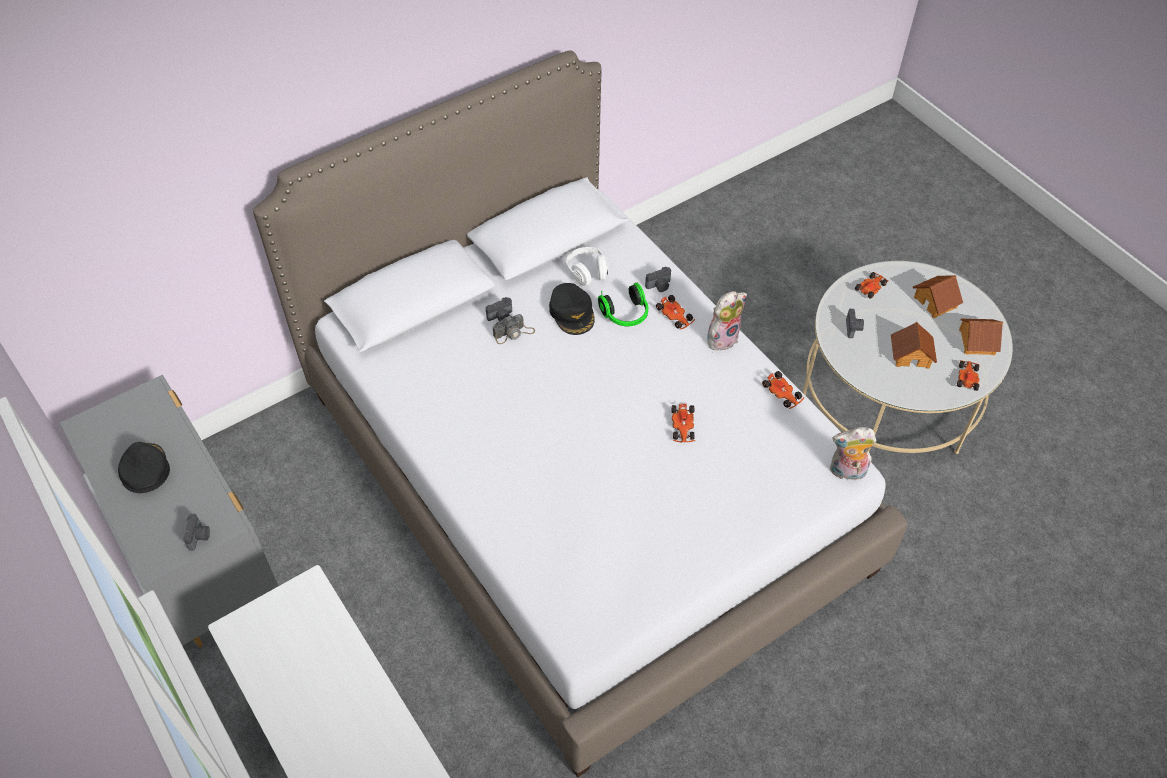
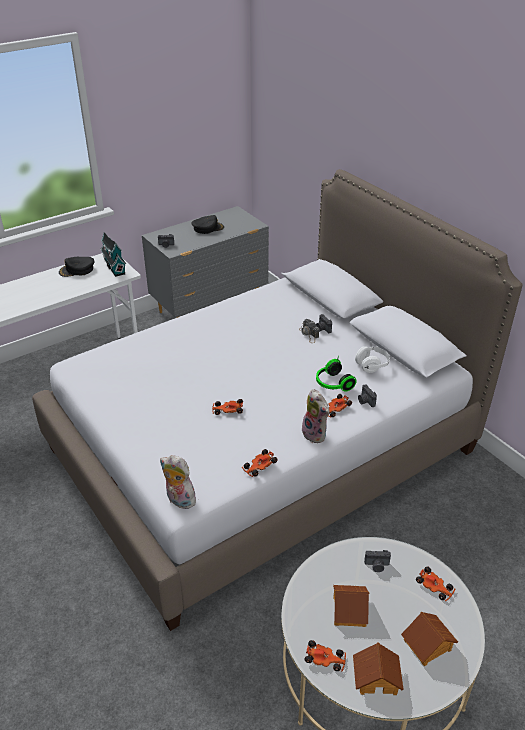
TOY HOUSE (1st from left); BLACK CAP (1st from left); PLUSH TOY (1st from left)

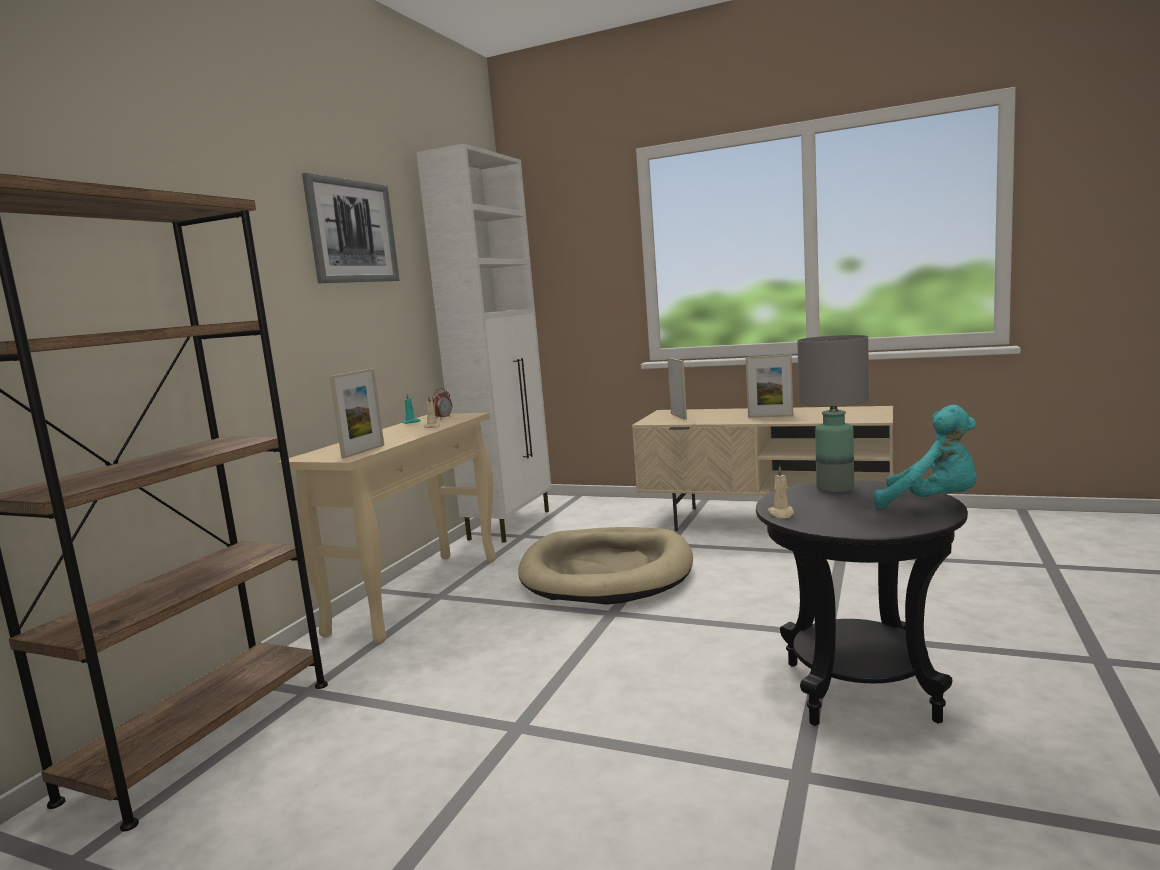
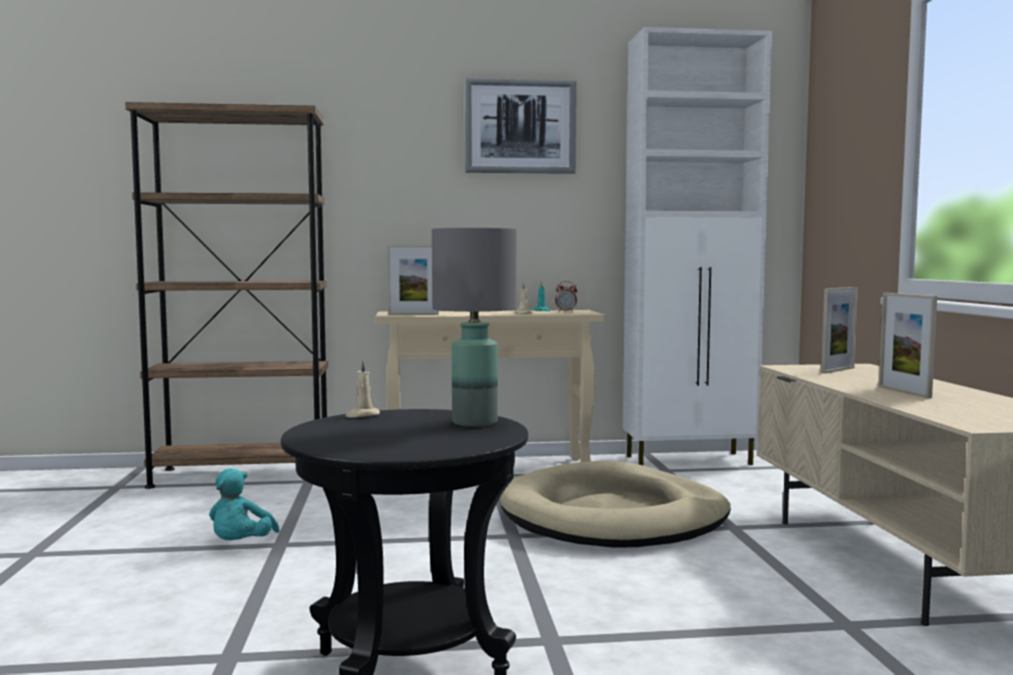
TURQUOISE PLUSH TOY

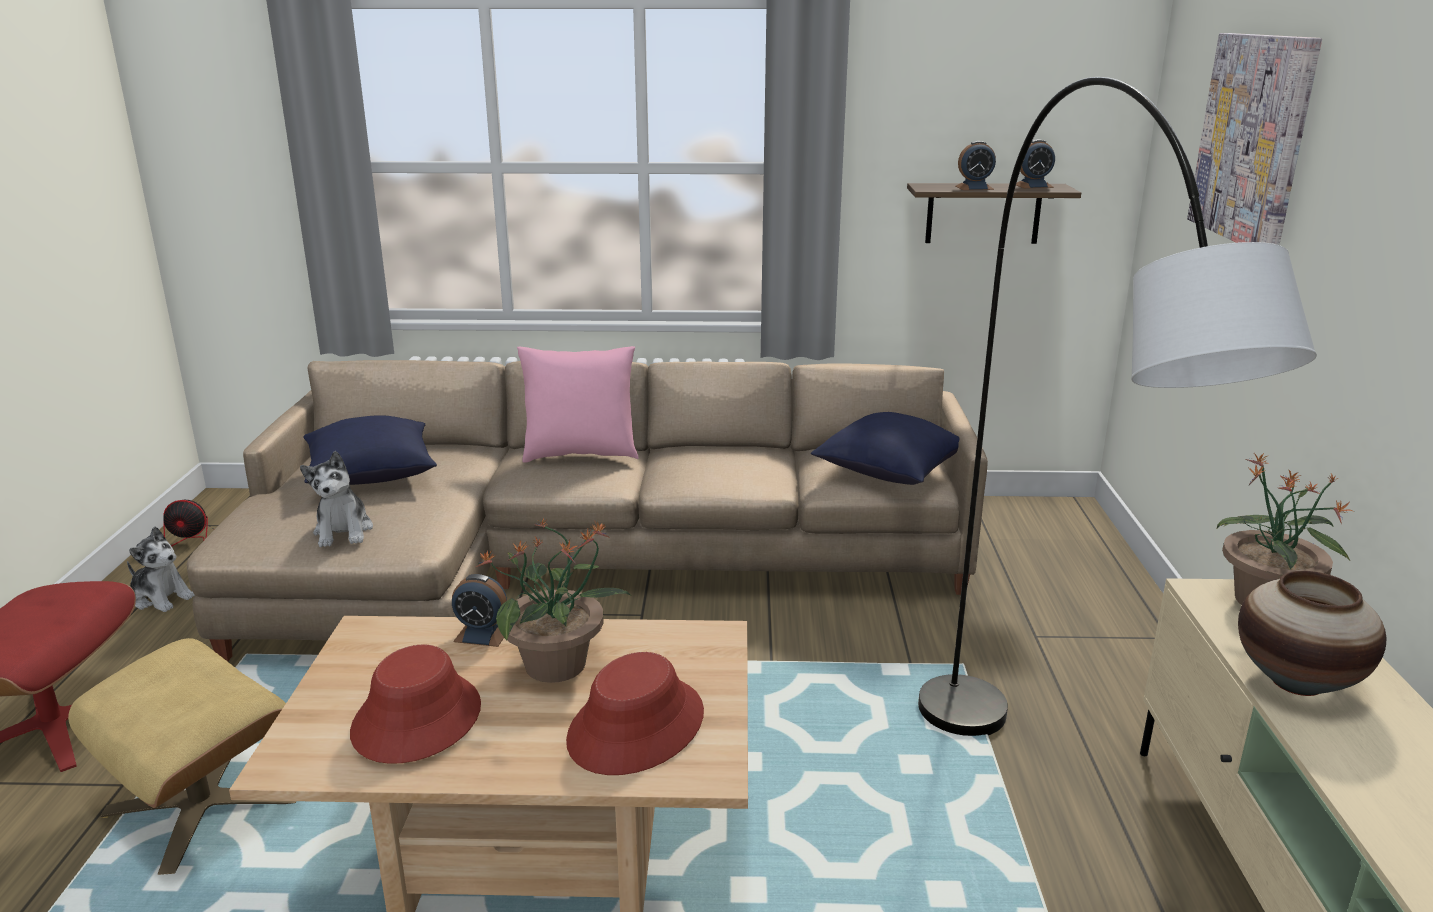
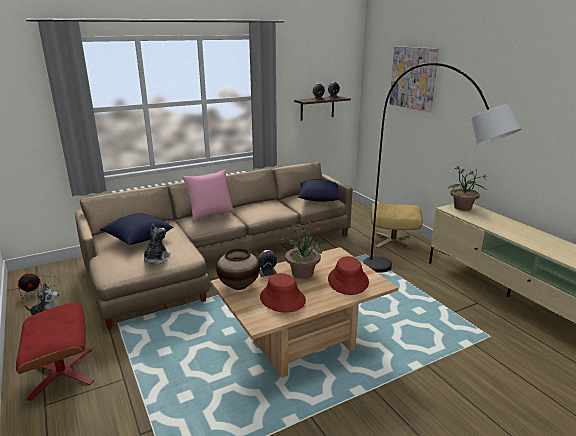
BEIGE OTTOMAN; VASE; PLUSH TOY (2nd from left)

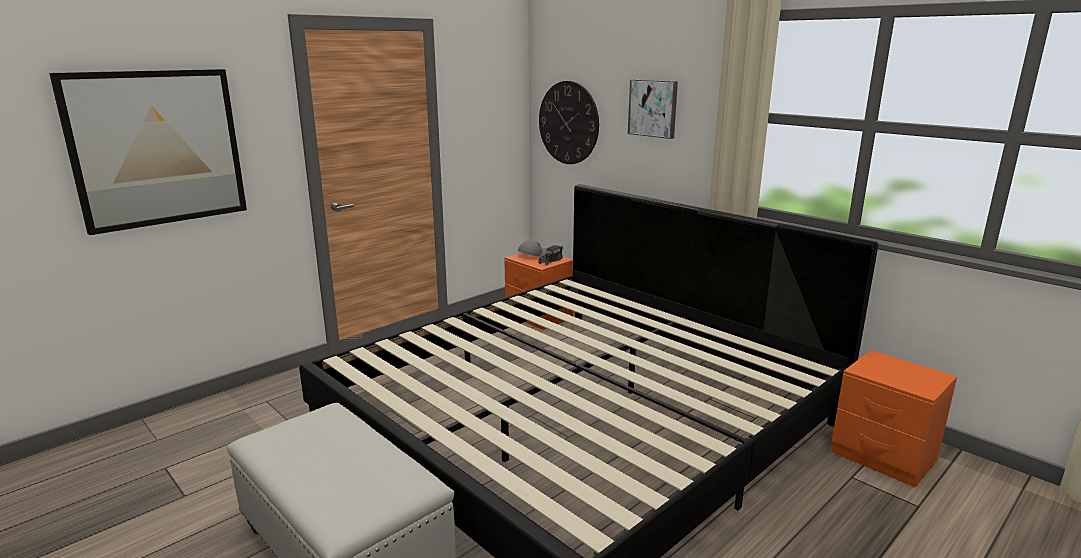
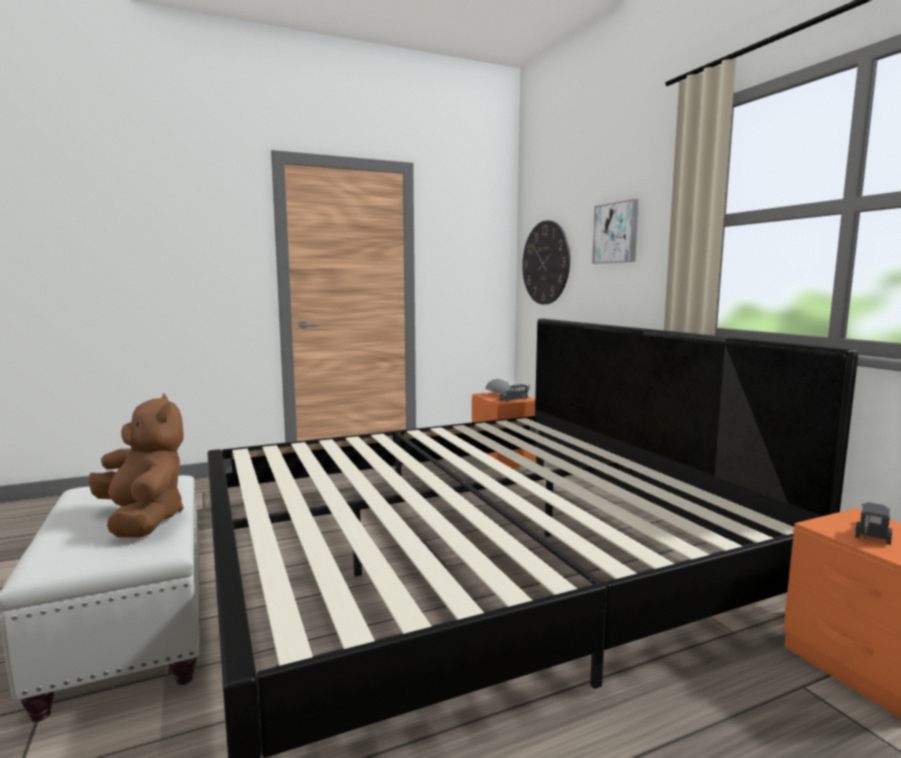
PICTURE (1st from left in the first image); BROWN PLUSH TOY; TOY TRUCK (2nd from left)

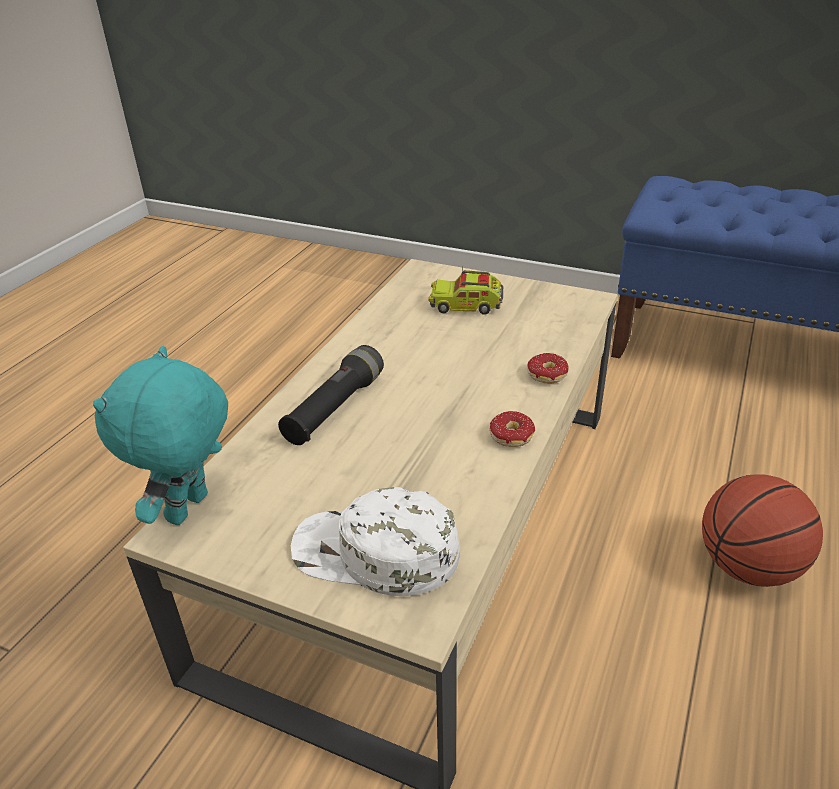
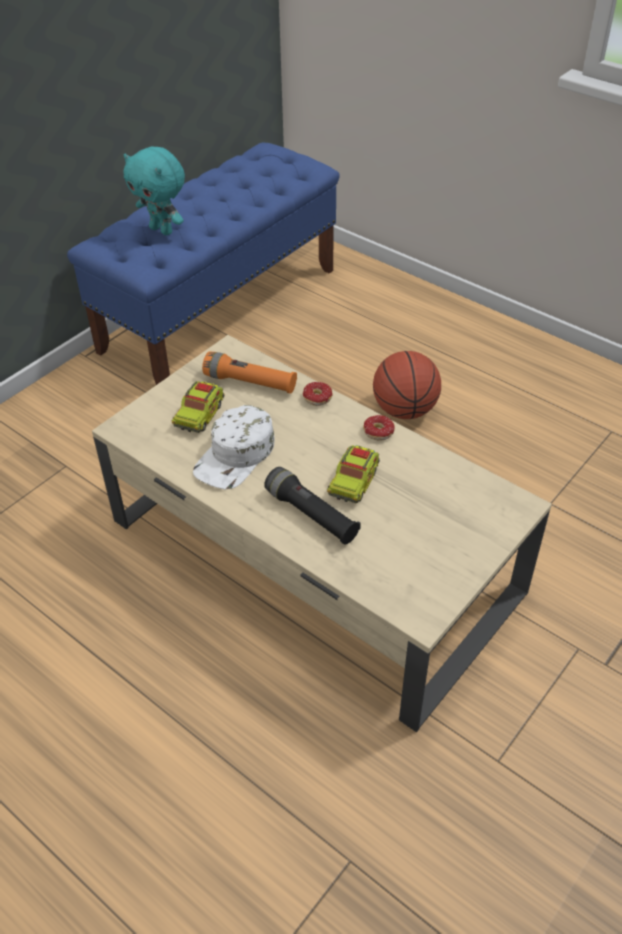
ORANGE FLASHLIGHT; TOY TRUCK (2nd from left); TURQUOISE PLUSH TOY; WHITE CAP

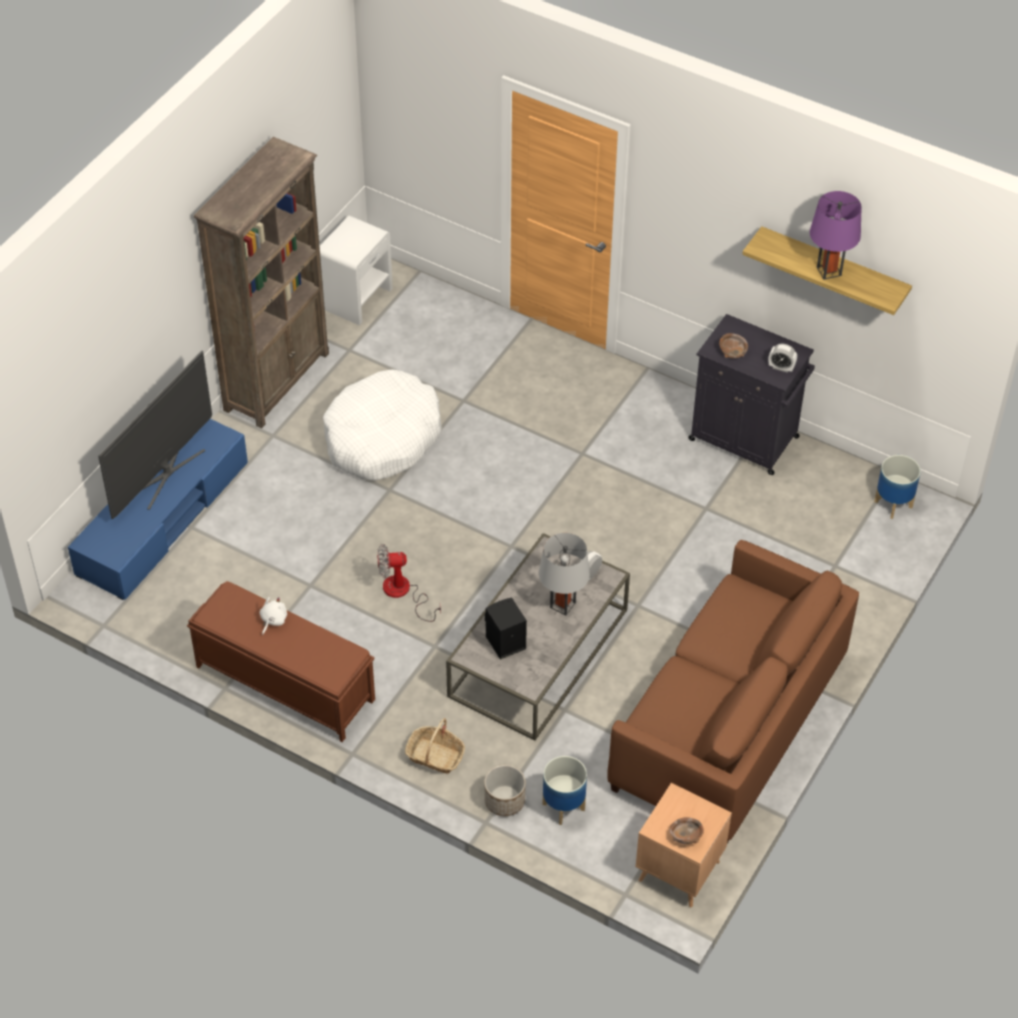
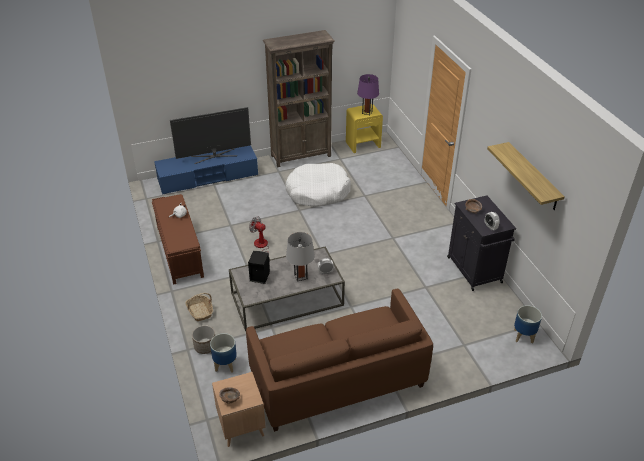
PURPLE TABLE LAMP; YELLOW NIGHTSTAND

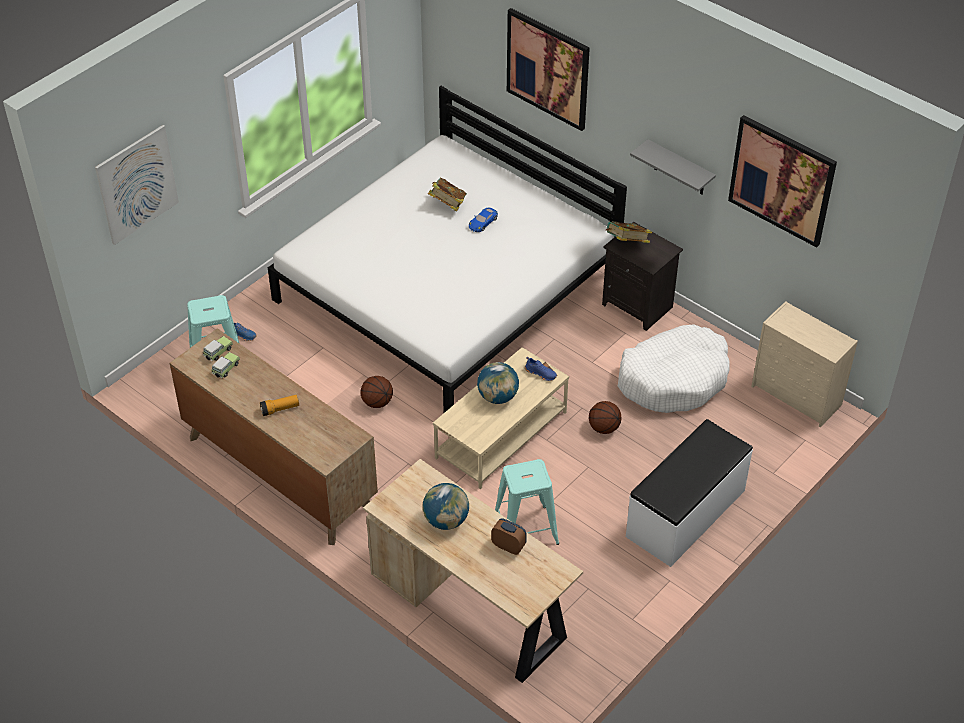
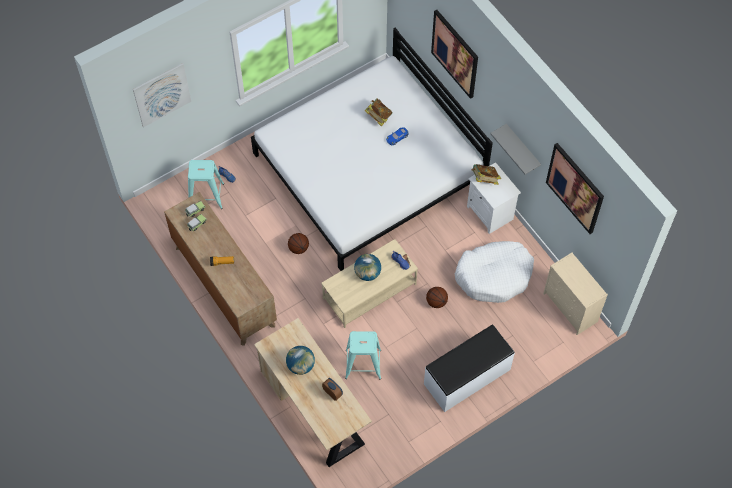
WHITE NIGHTSTAND

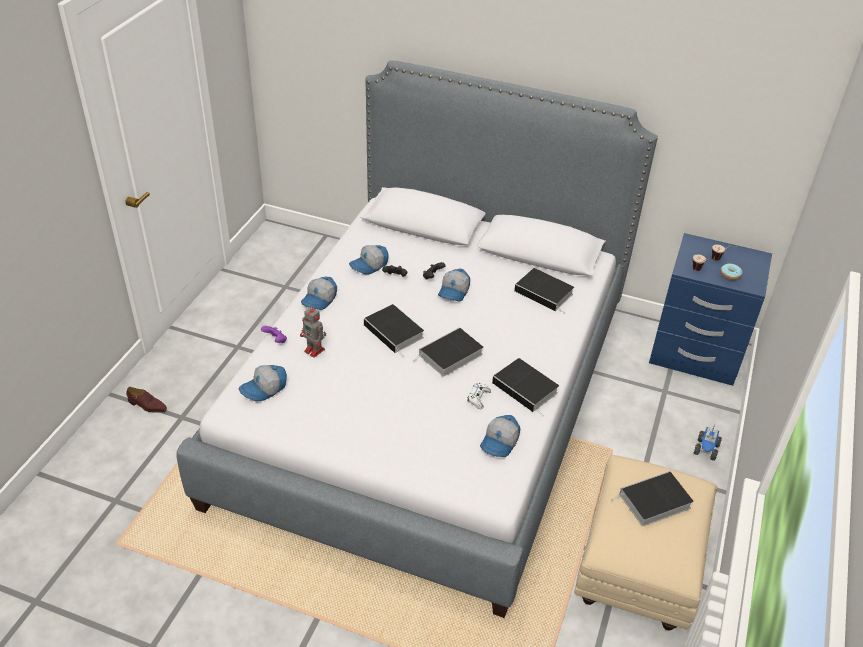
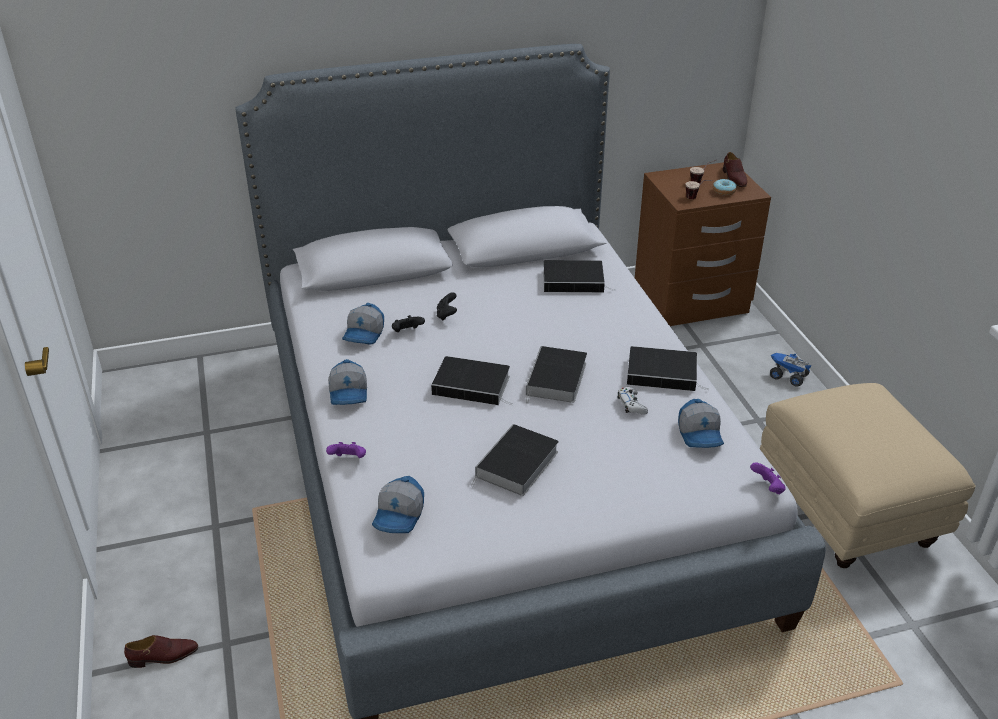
TOY ROBOT; CAP (4th from left in the first image); BROWN SHOE (2nd from left); PURPLE GAME CONTROLLER (2nd from left); BOOK (2nd from left); BROWN NIGHTSTAND; TOY TRUCK

